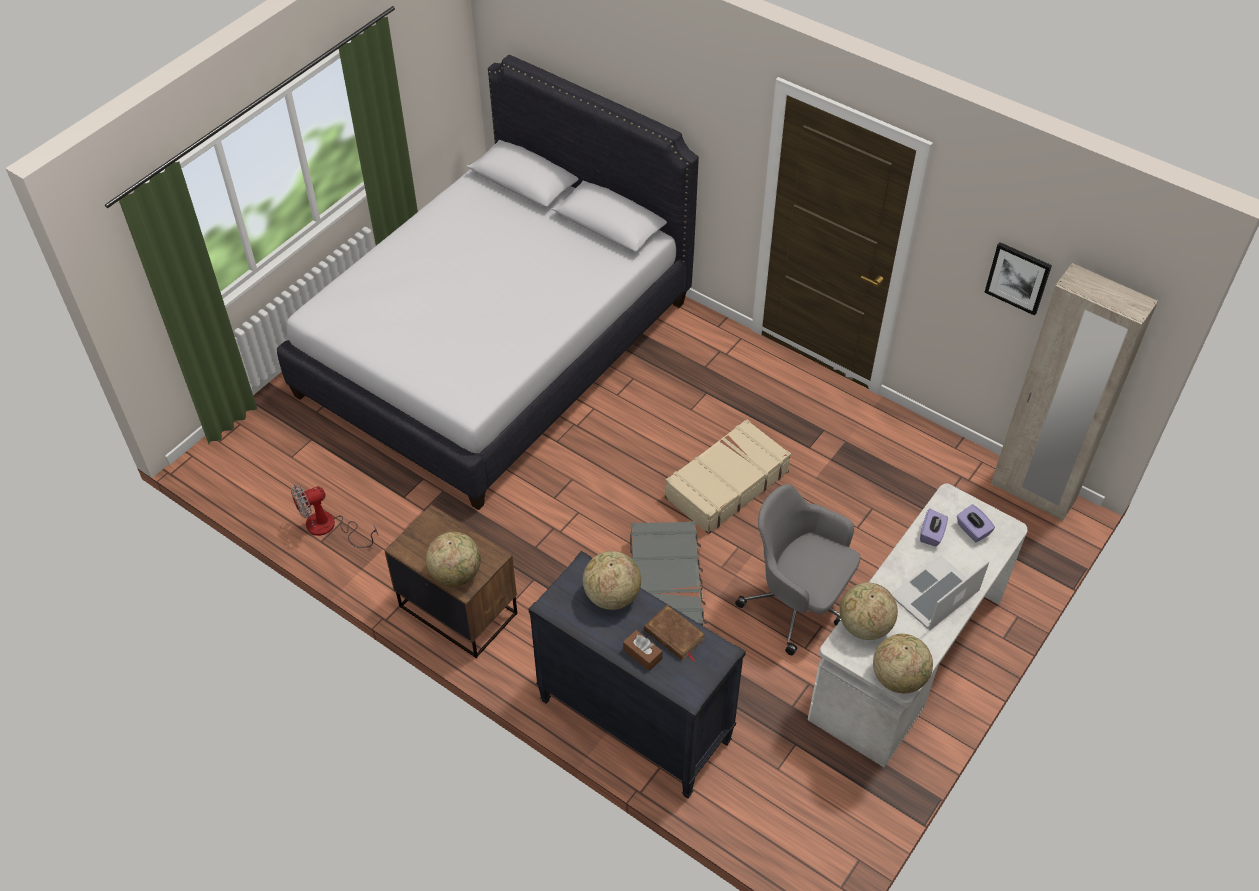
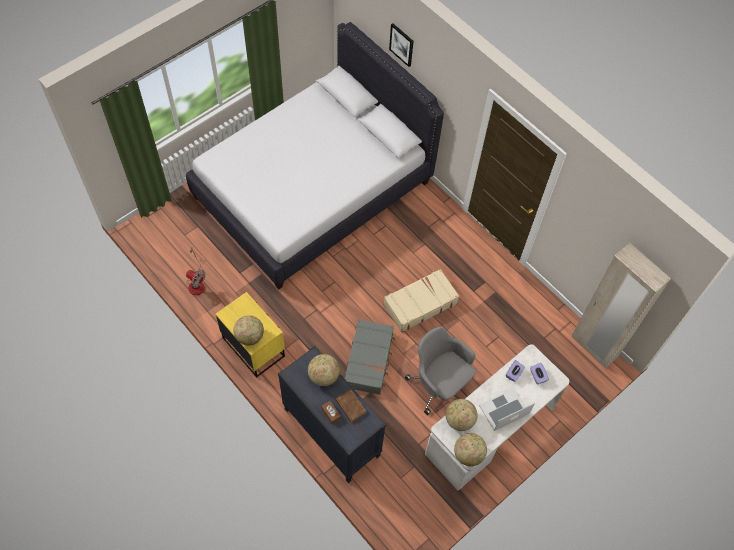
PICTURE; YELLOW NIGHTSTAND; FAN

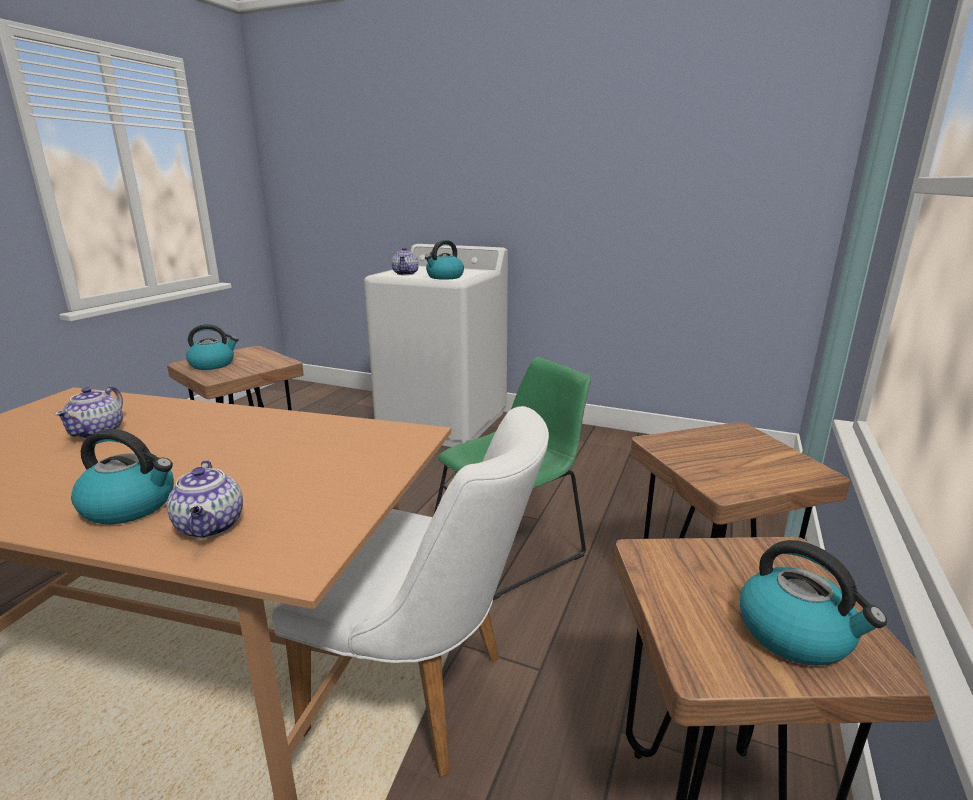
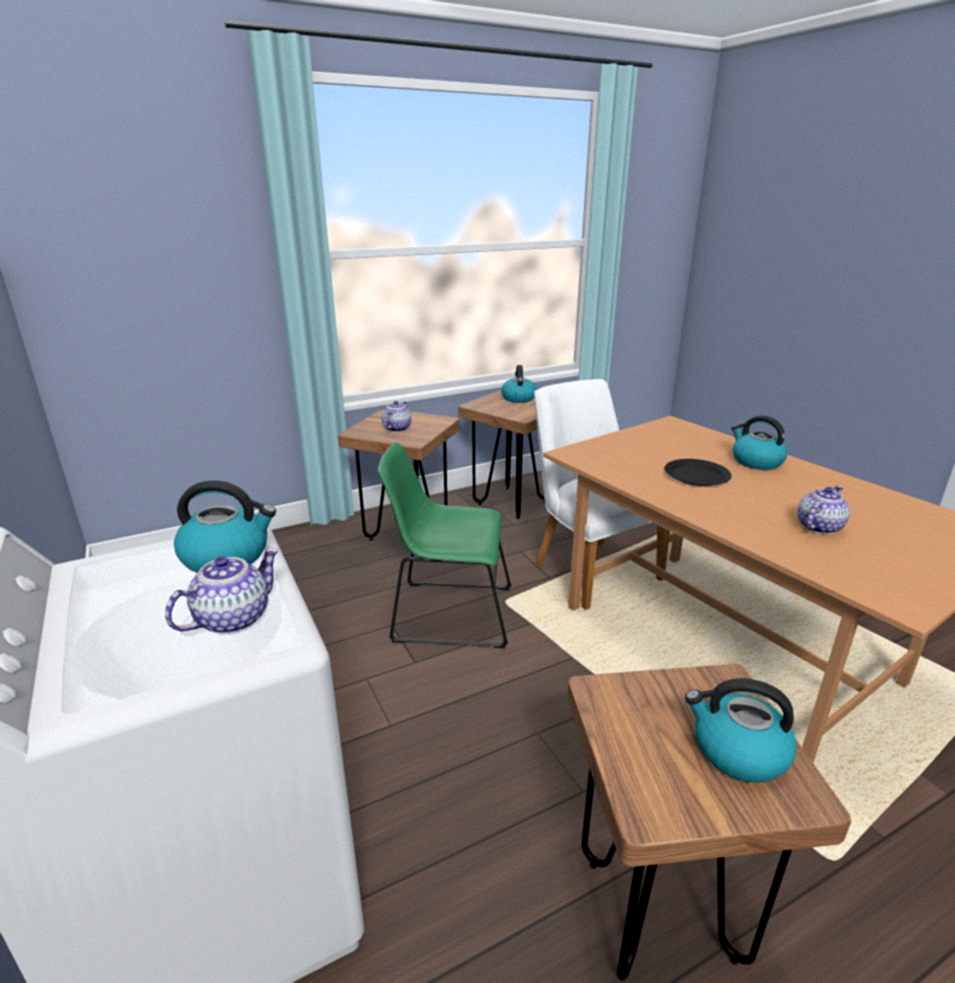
BLACK PLATE; TEAPOT (2nd from left)

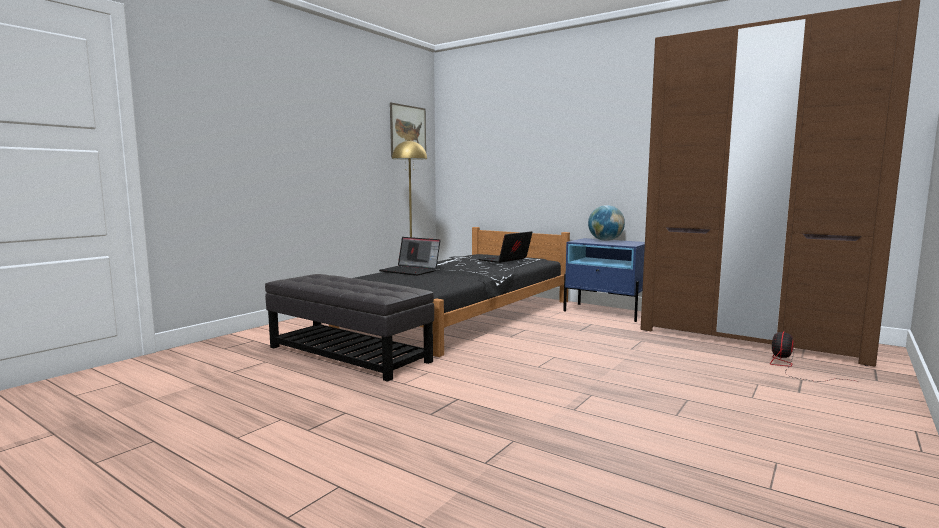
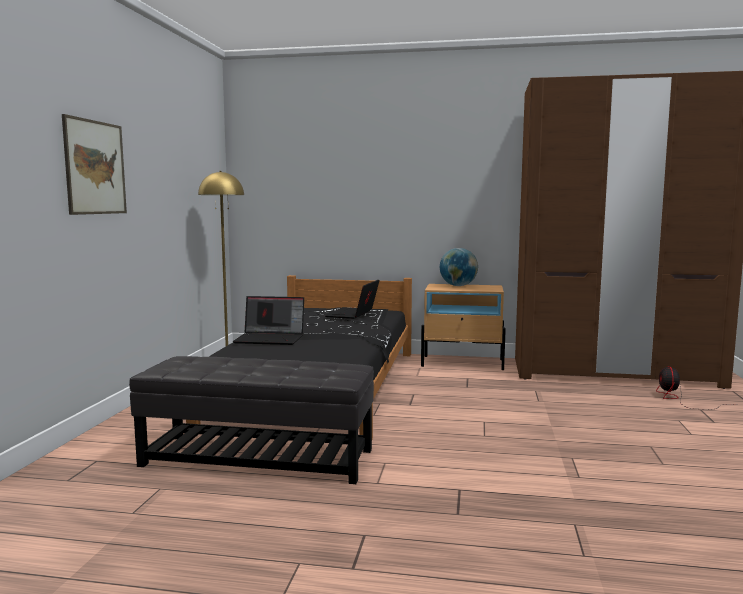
PICTURE; BEIGE NIGHTSTAND

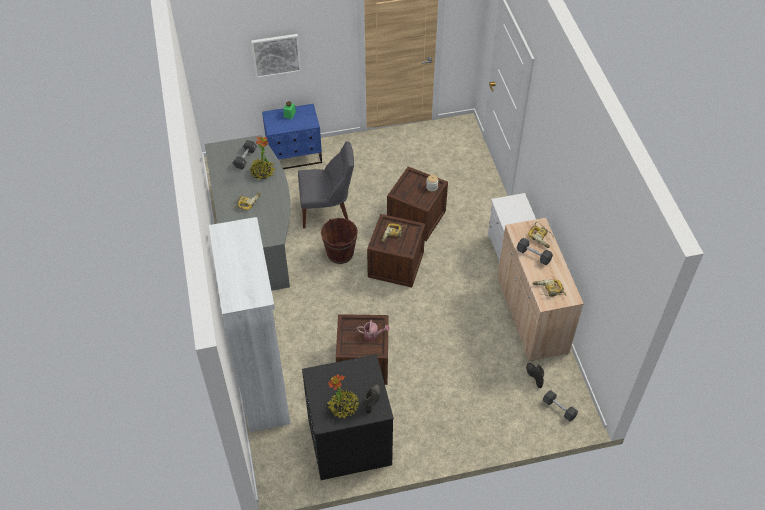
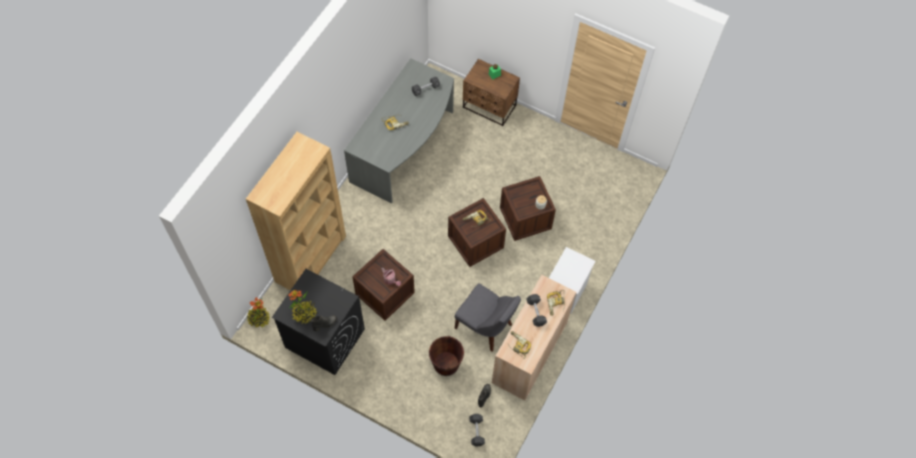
PICTURE; POTTED PLANT (1st from left); GREY CHAIR; BROWN BUCKET; BROWN BOOKCASE; BROWN NIGHTSTAND

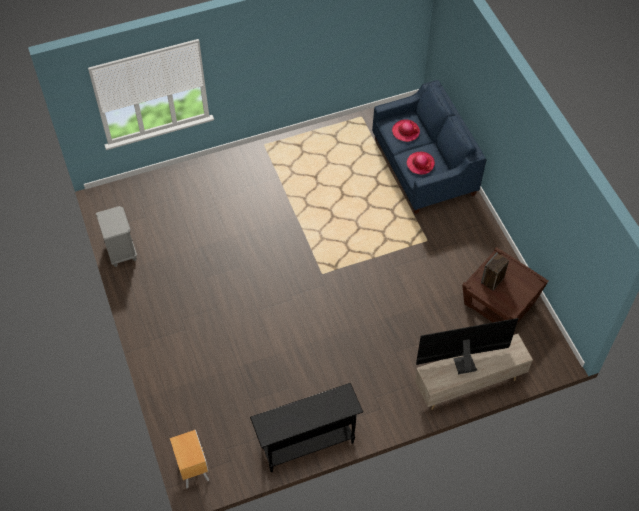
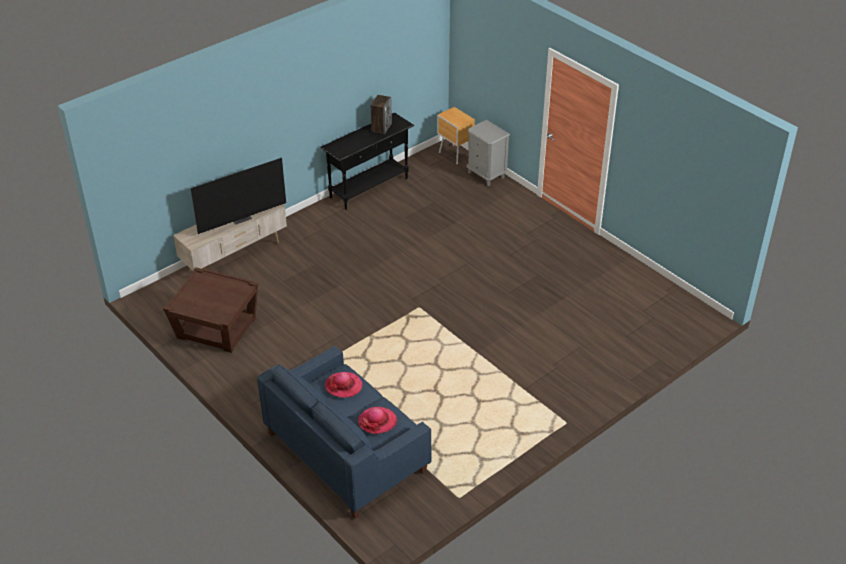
GREY NIGHTSTAND; SPEAKER

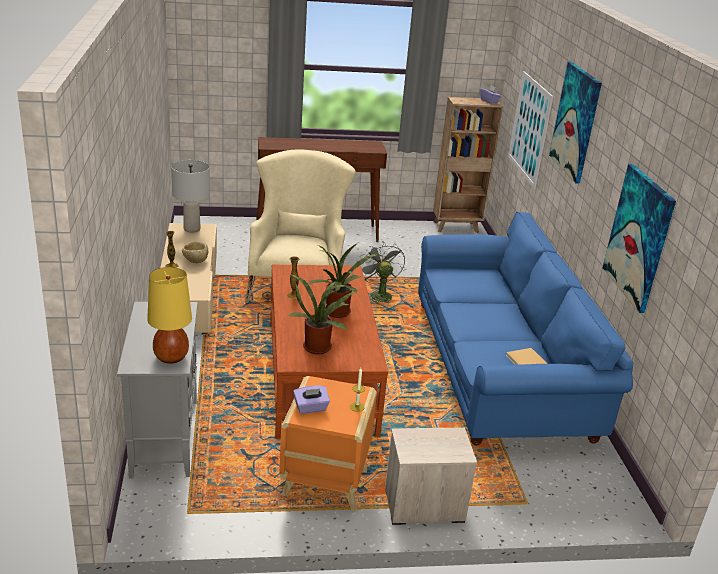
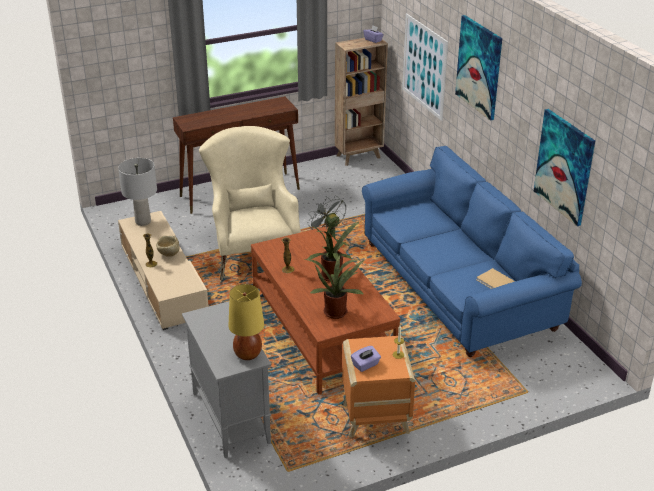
NIGHTSTAND

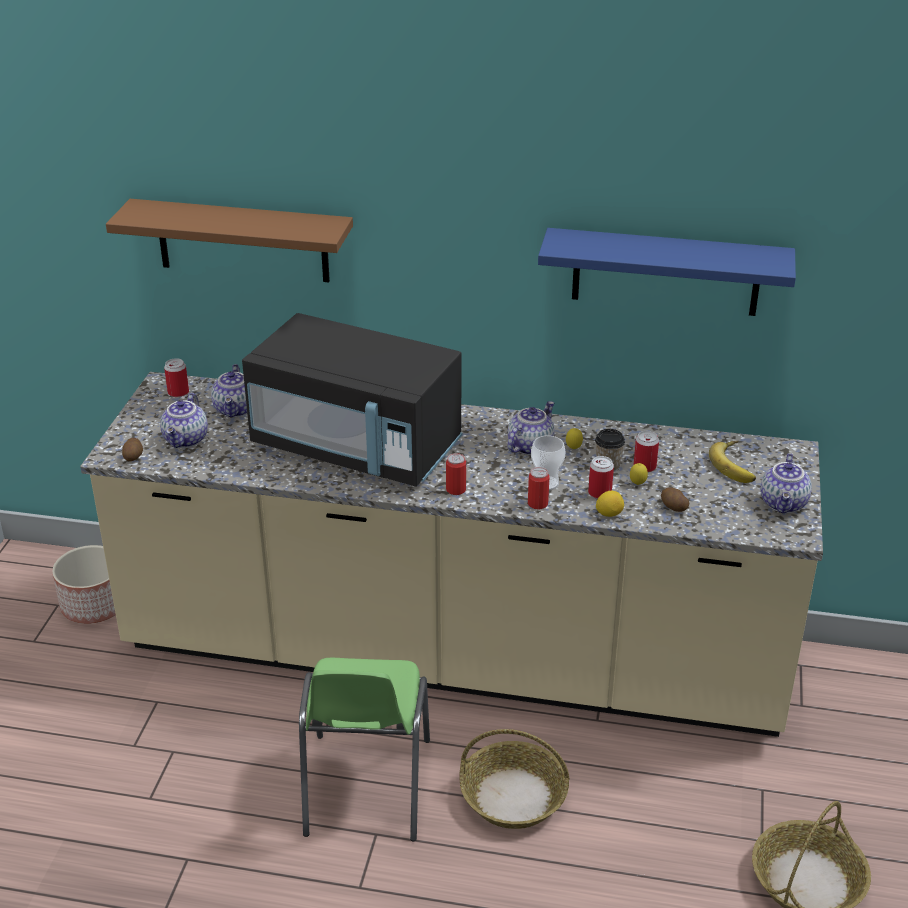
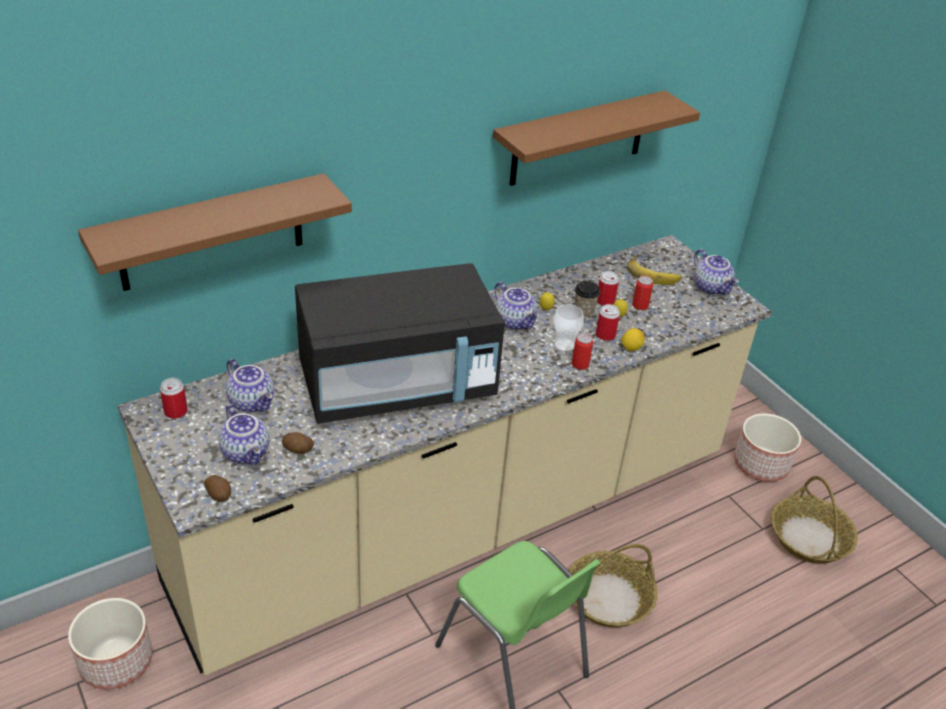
PLANTER (2nd from left); CAN (5th from left); POTATO (2nd from left); BROWN SHELF (2nd from left); TEAPOT (3rd from left)

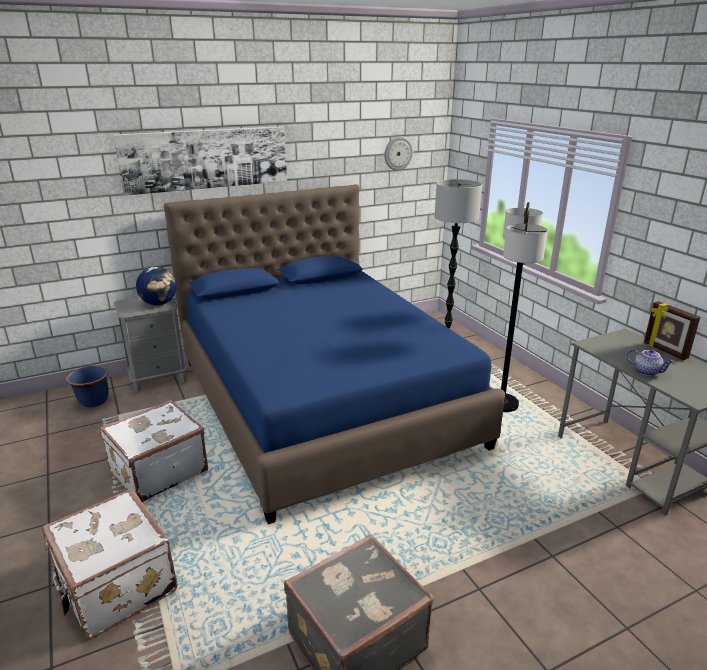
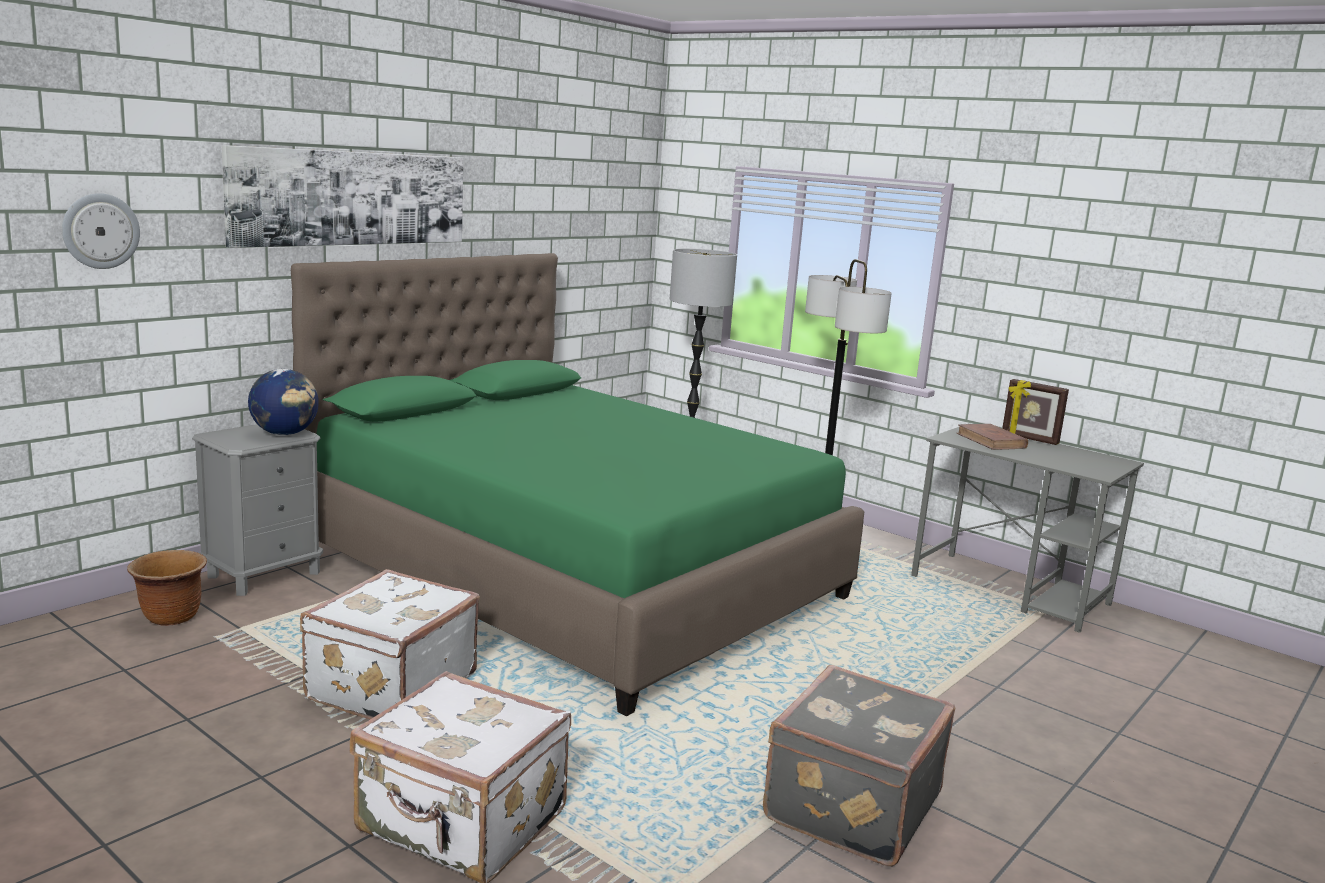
TEAPOT; BROWN BOOK; WALL CLOCK; BROWN PLANTER; GREEN BED

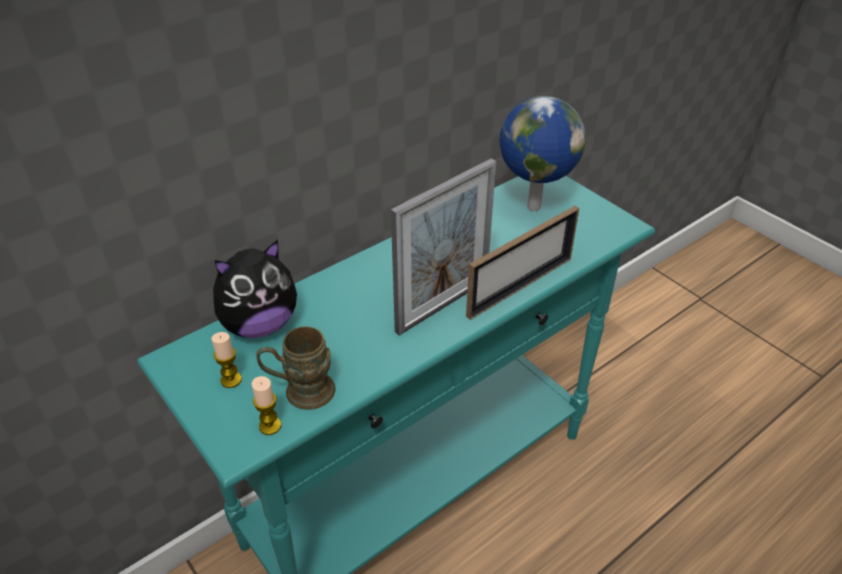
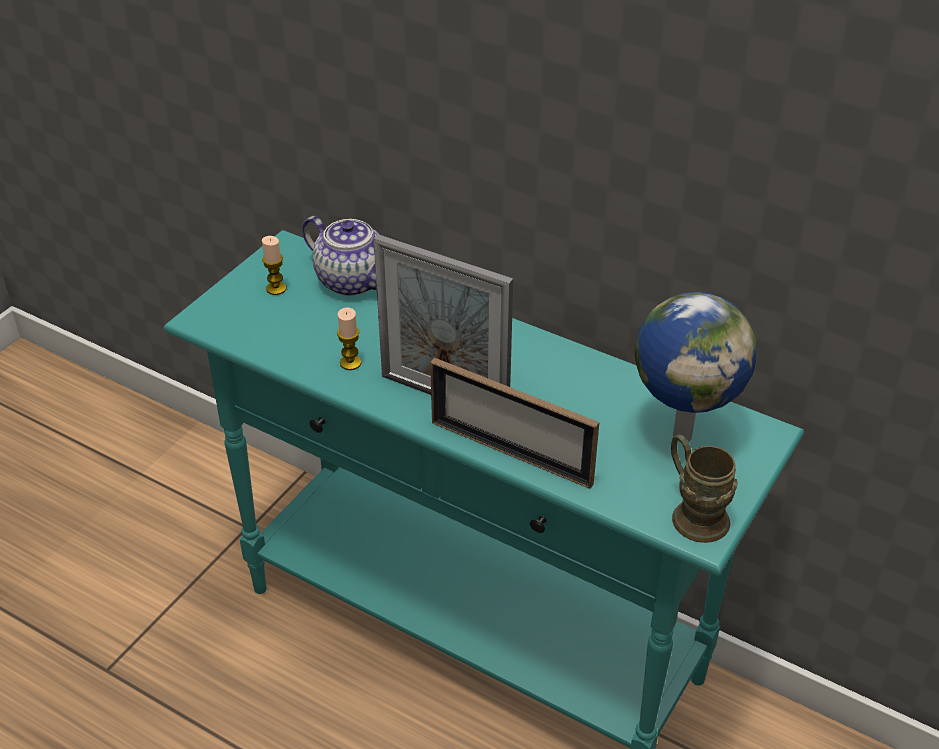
CANDLE (2nd from left); BROWN MUG; TEAPOT

